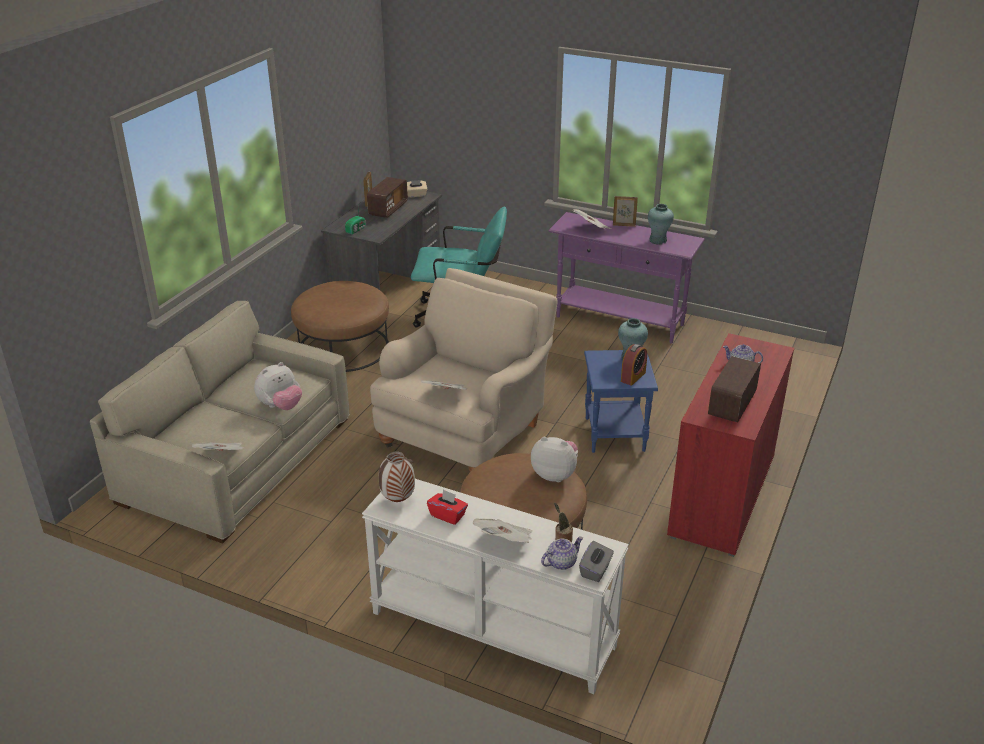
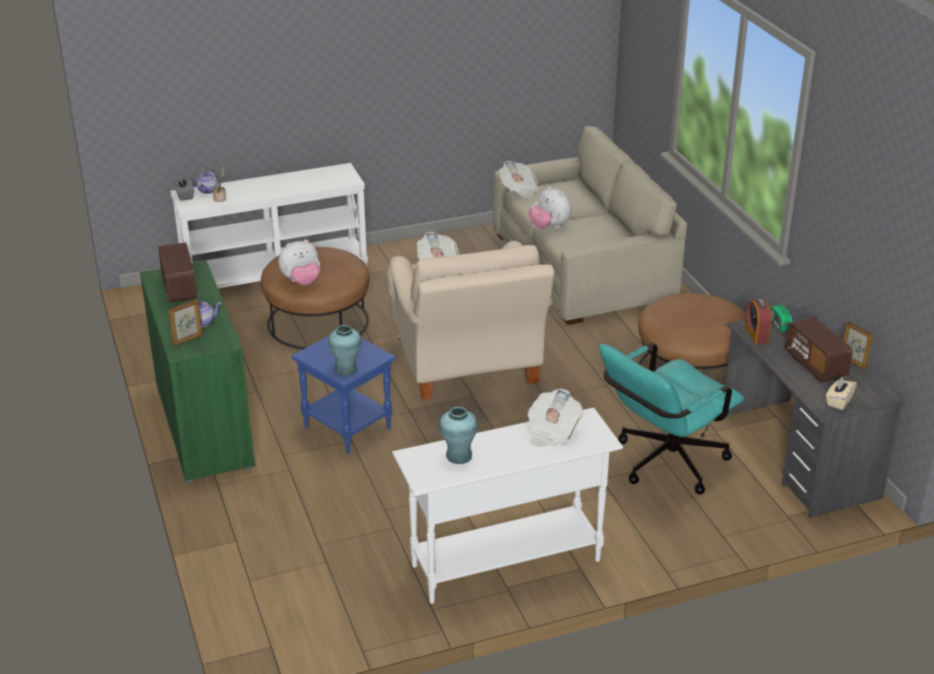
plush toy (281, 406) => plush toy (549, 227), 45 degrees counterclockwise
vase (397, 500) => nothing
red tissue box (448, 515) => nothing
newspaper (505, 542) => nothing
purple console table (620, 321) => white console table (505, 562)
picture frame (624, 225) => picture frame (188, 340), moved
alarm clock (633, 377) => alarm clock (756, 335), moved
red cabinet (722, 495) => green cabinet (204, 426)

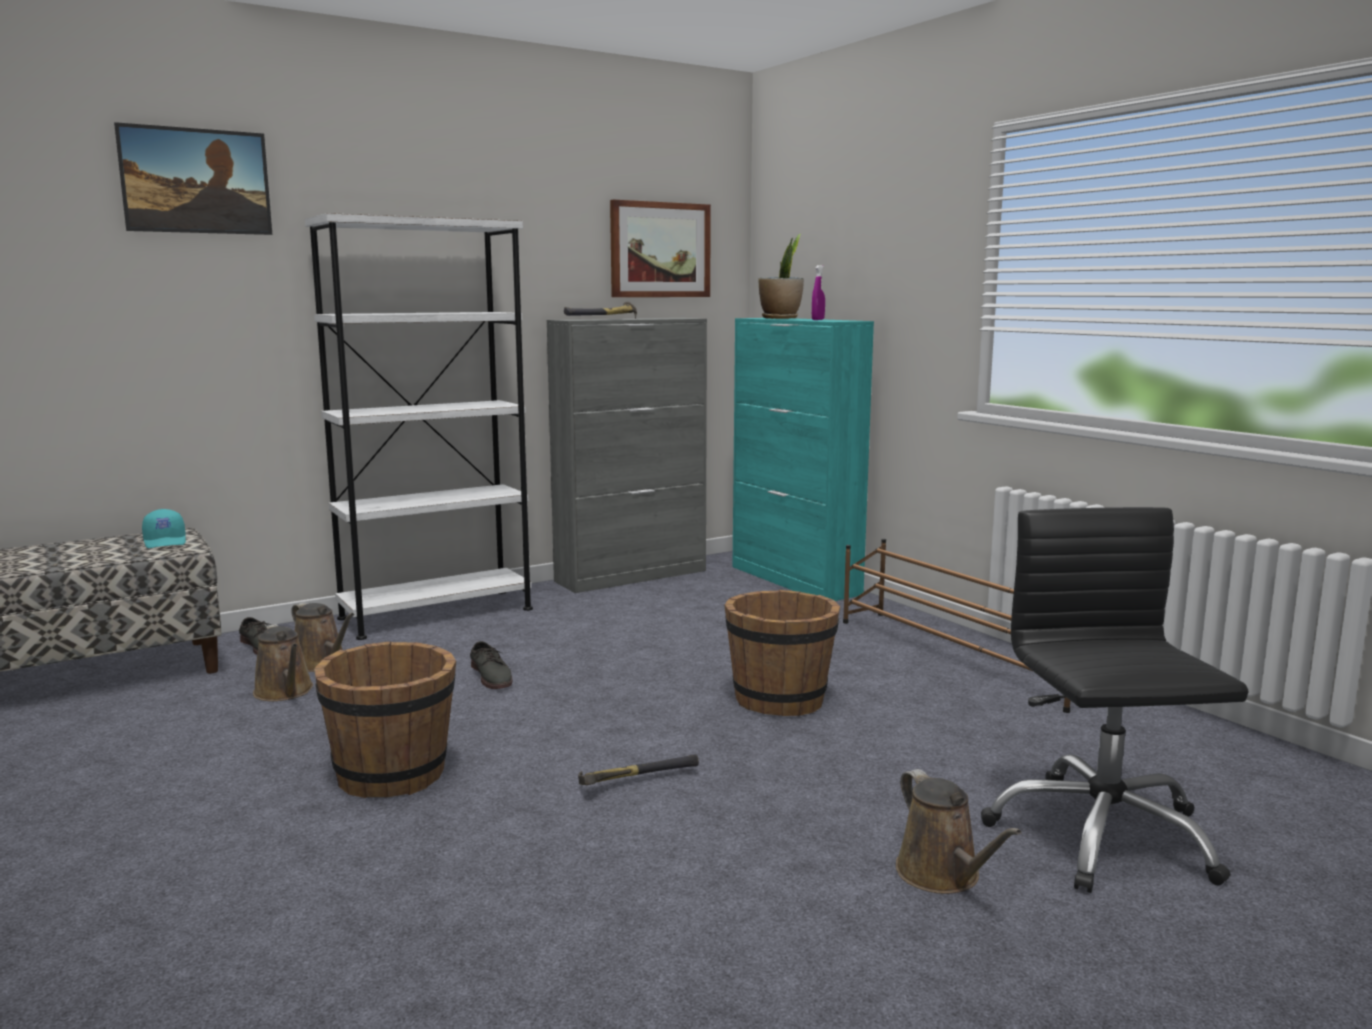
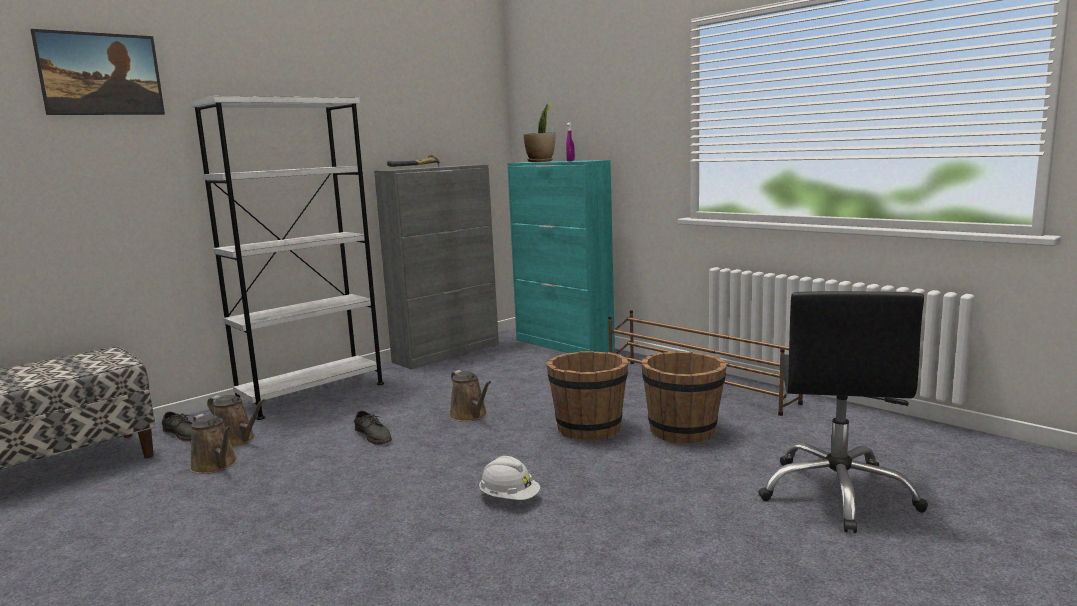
turquoise cap (166, 542) => nothing
brown bucket (393, 775) => brown bucket (683, 431), moved
hammer (632, 781) => white hard hat (509, 498)
picture (660, 250) => nothing
brown watering can (942, 875) => brown watering can (470, 415), moved
black office chair (1101, 835) => black office chair (838, 493), 150 degrees counterclockwise

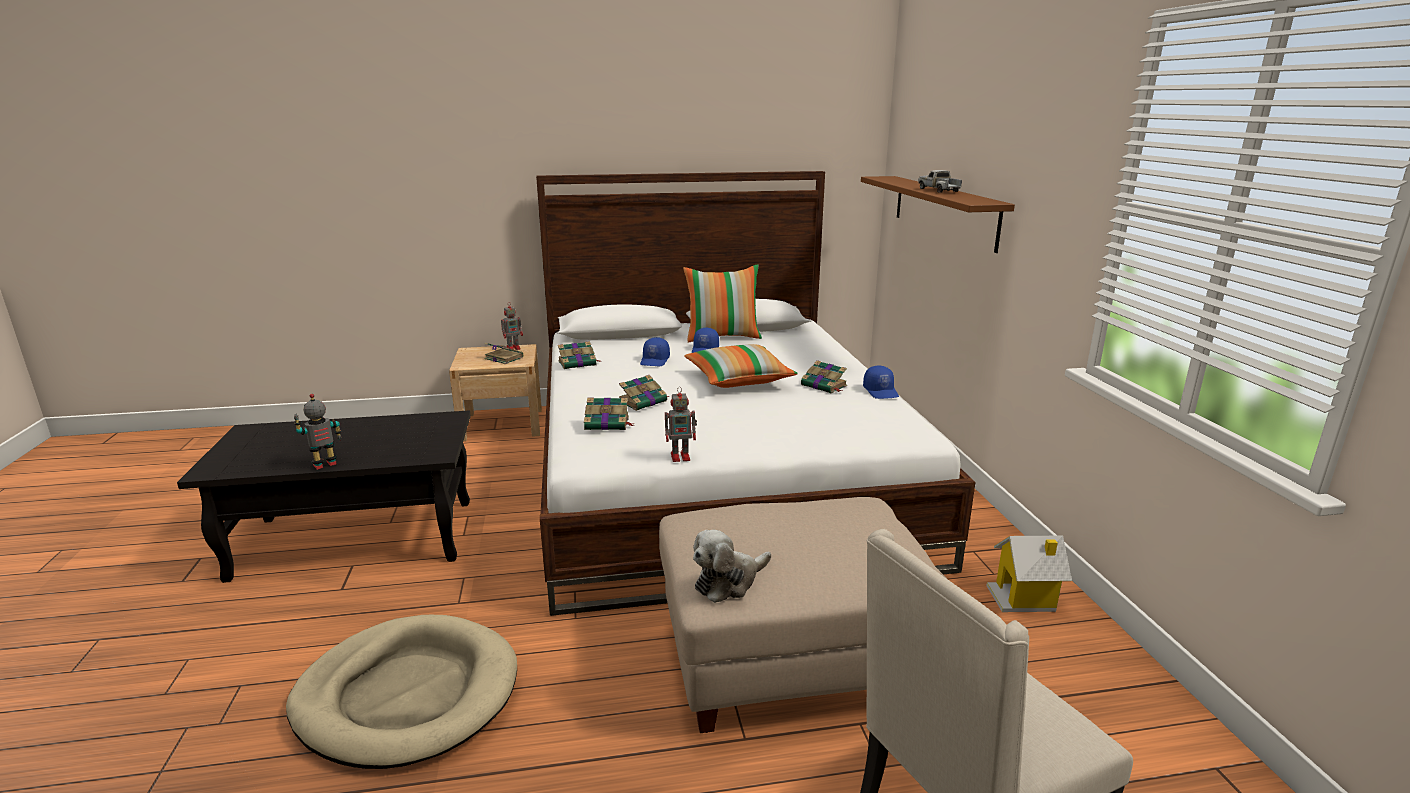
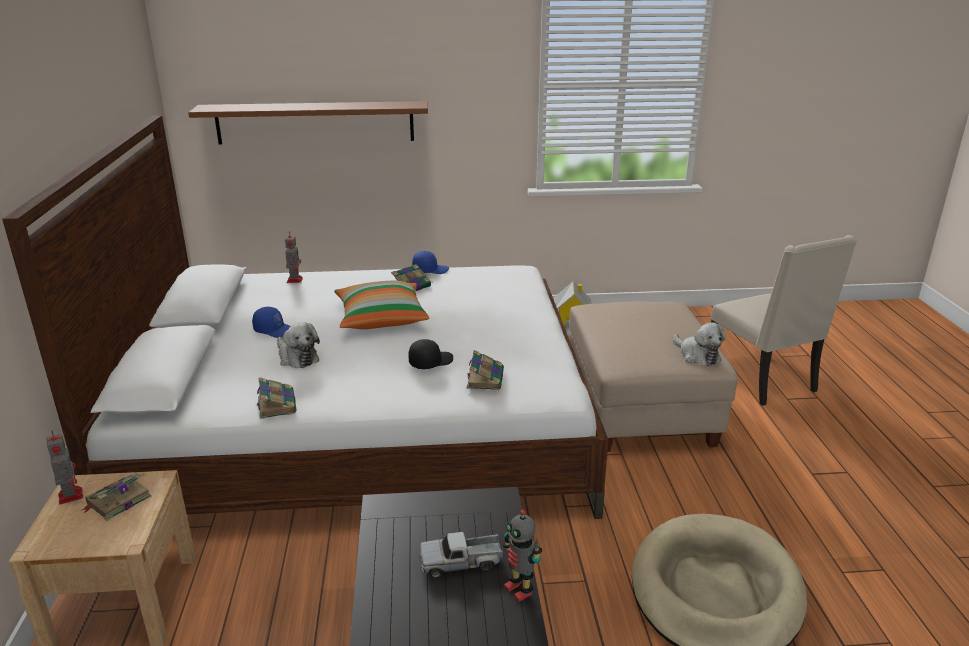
book (643, 401) => black cap (430, 362)
blue cap (655, 361) => plush toy (297, 357)
toy robot (681, 456) => toy robot (295, 279), moved
pillow (723, 337) => nothing
toy truck (939, 190) => toy truck (461, 562), moved

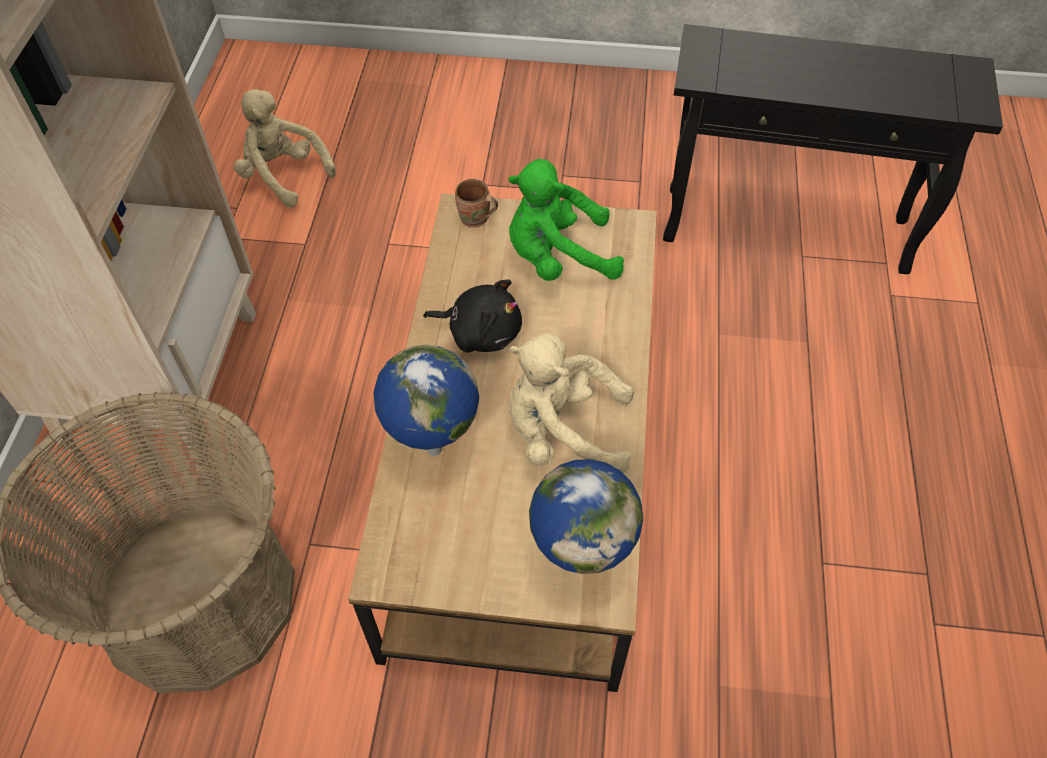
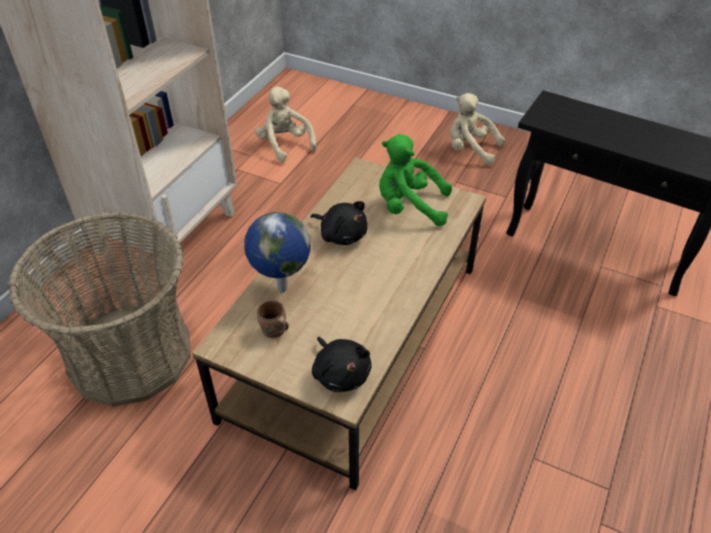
brown mug (475, 220) => brown mug (274, 332), moved
beige plush toy (562, 432) => beige plush toy (470, 149), moved
globe (580, 559) => black plush toy (340, 373)

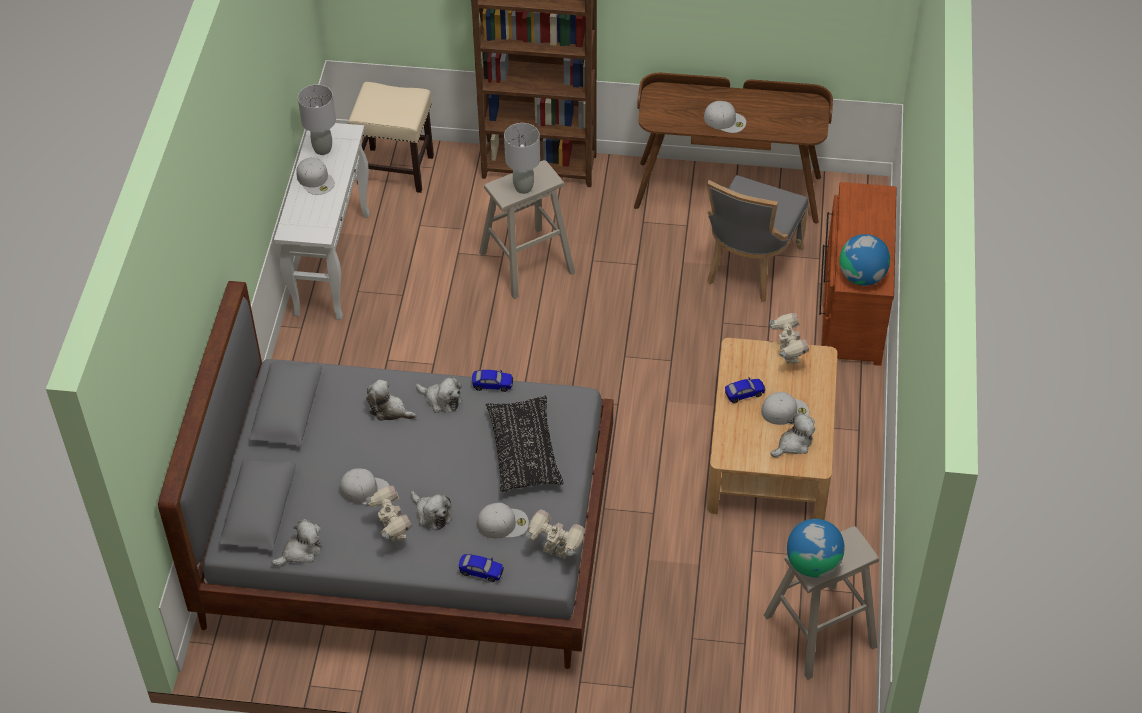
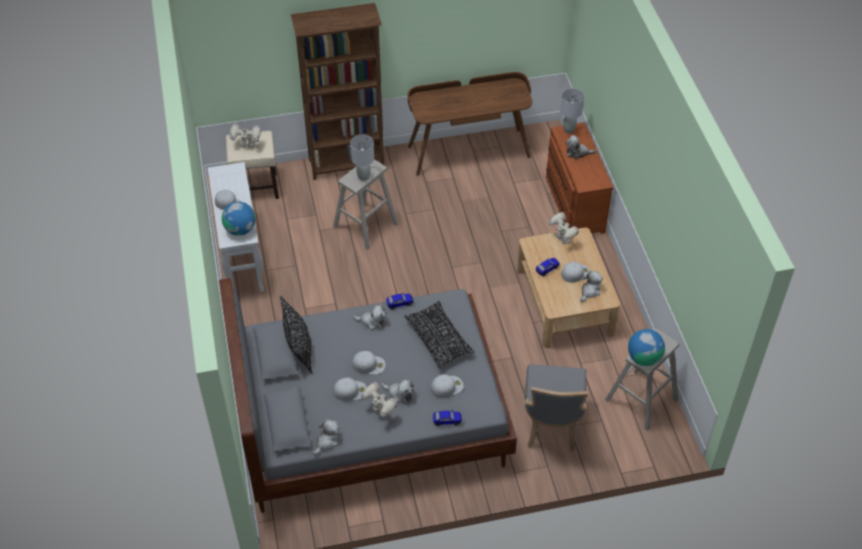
grey table lamp (322, 149) => grey table lamp (569, 130), moved
plush toy (389, 410) => plush toy (578, 153), moved
toy robot (556, 552) => toy robot (247, 147), moved
white cap (725, 120) => white cap (369, 364), moved
grey chair (749, 267) => grey chair (551, 425), moved
globe (862, 276) => globe (240, 229), moved
nothing => black pillow (298, 346)

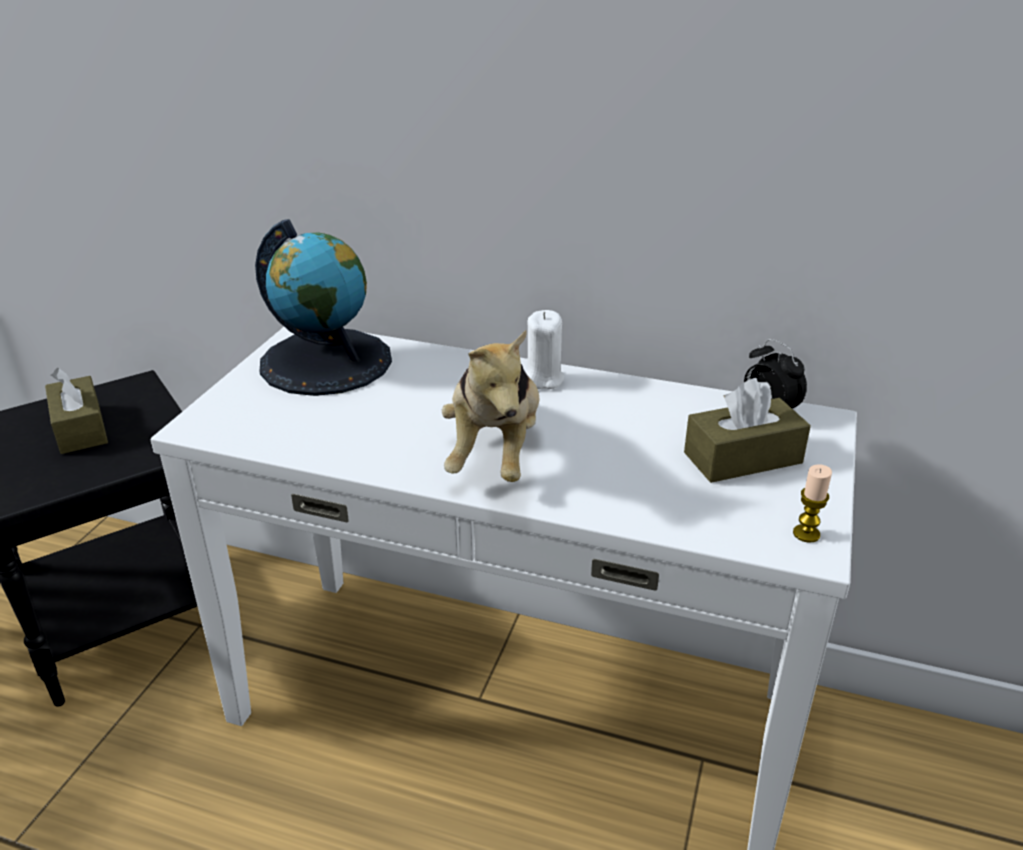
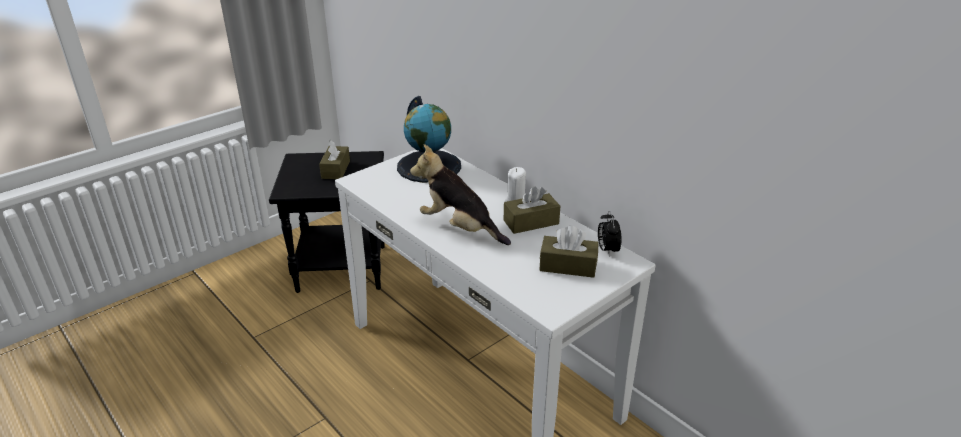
plush toy (495, 453) => plush toy (459, 228), 90 degrees clockwise
candle (806, 534) => nothing
nothing => brown tissue box (531, 222)

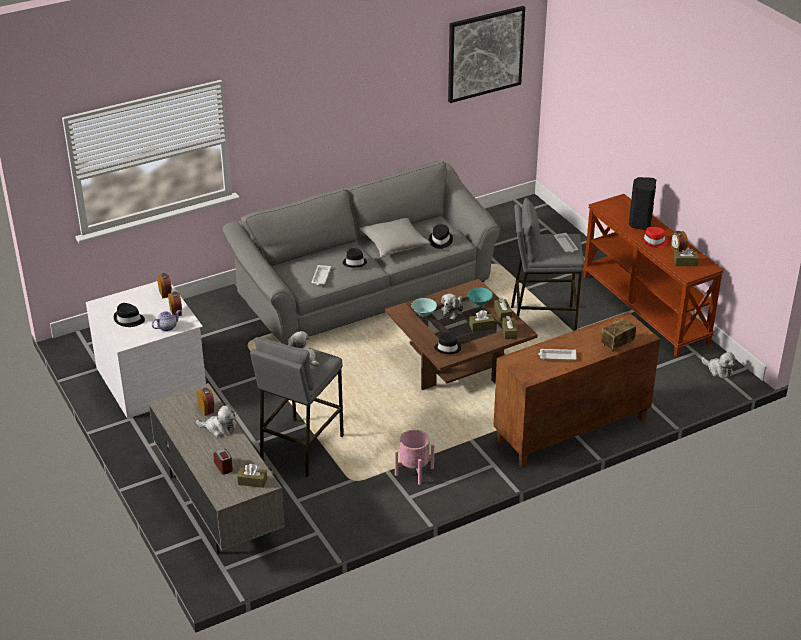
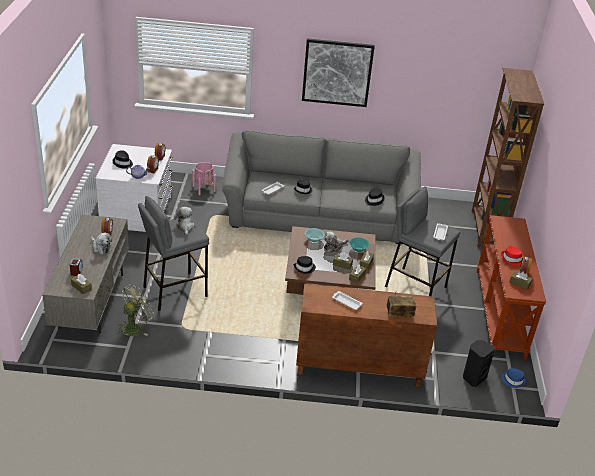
grey pillow (394, 244) => nothing
pink planter (414, 471) => pink planter (203, 188), moved
picture (485, 53) => picture (337, 72), moved
black speaker (639, 223) => black speaker (473, 378), moved
plush toy (718, 370) => blue hat (513, 380)
nothing => green fan (135, 327)
nothing => brown bookcase (486, 230)

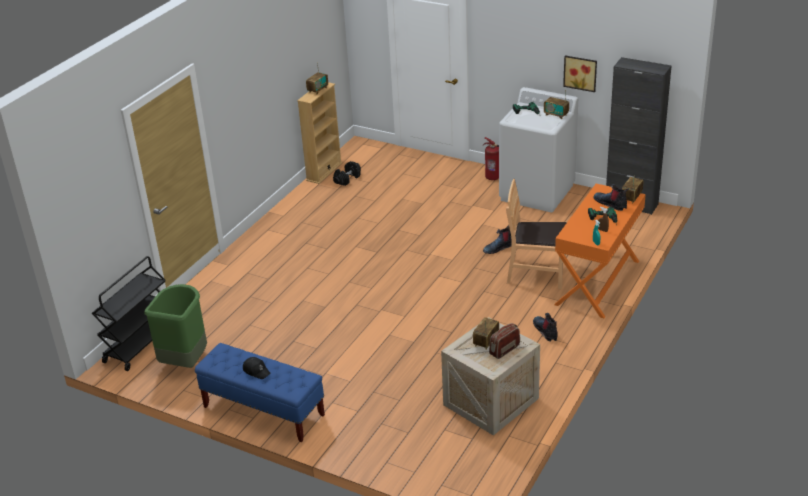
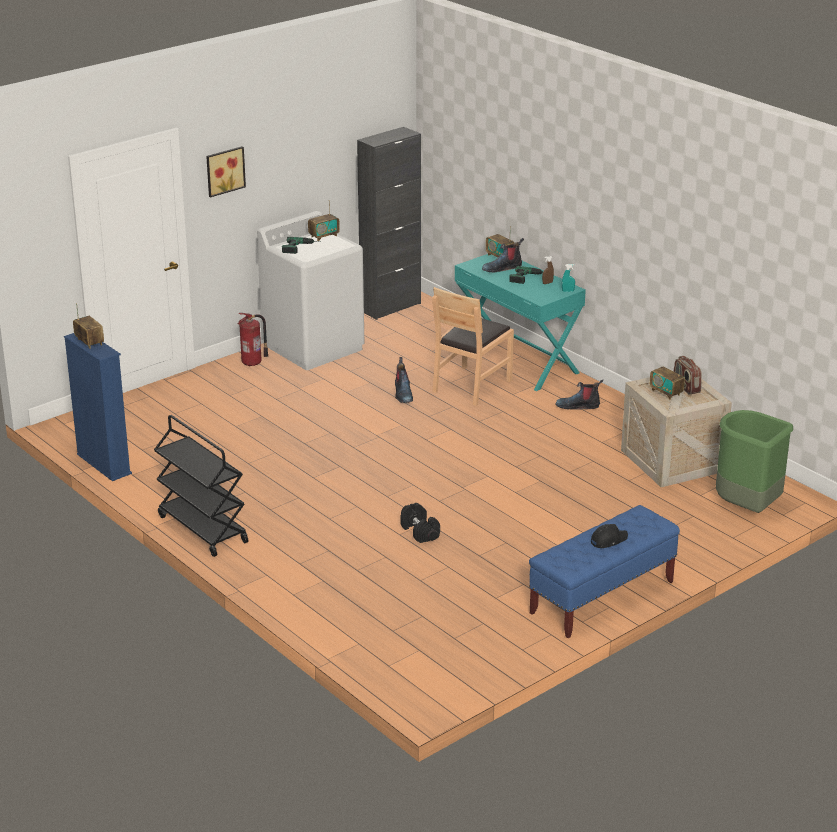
black cart (140, 344) => black cart (202, 529), moved
green trash can (185, 361) => green trash can (746, 507), moved
beige bookcase (324, 171) => blue bookcase (104, 464)
black dumbbell (347, 179) => black dumbbell (419, 532), moved
orange desk (598, 283) => turquoise desk (517, 360)
picture (580, 72) => picture (224, 170), moved

